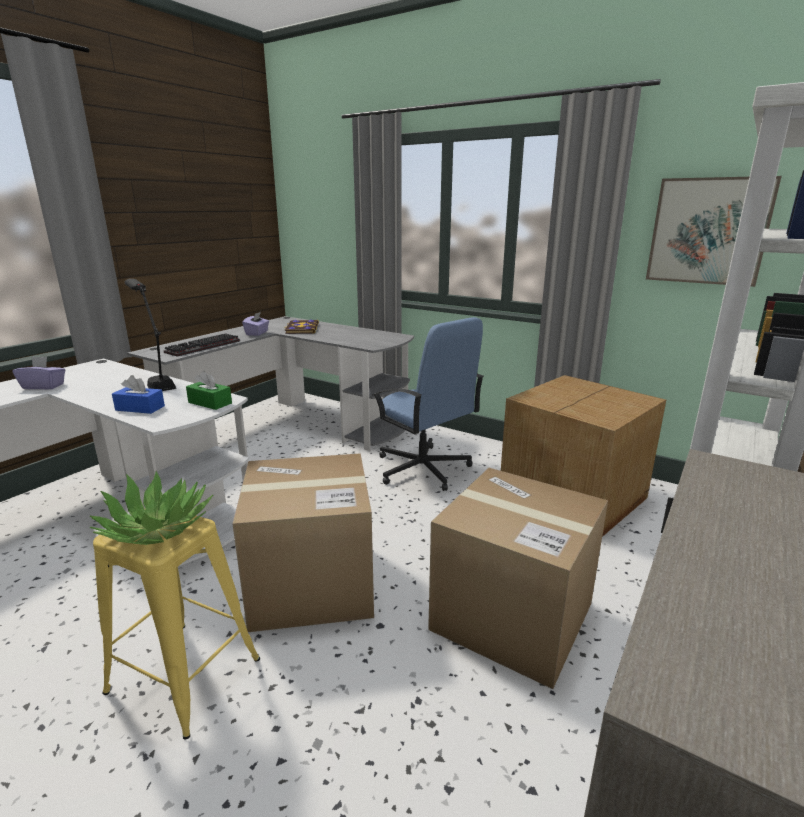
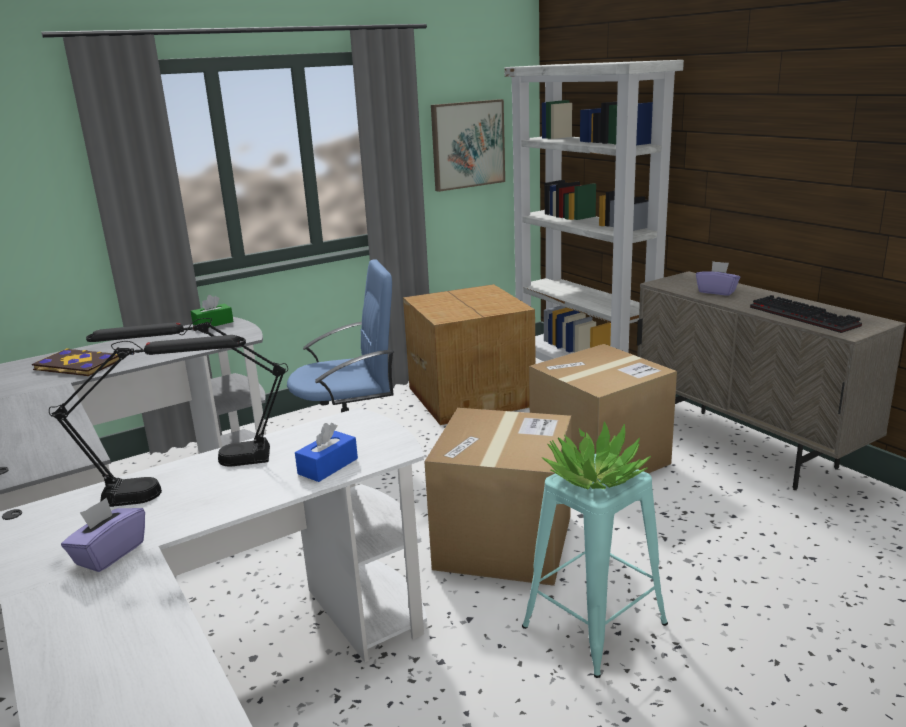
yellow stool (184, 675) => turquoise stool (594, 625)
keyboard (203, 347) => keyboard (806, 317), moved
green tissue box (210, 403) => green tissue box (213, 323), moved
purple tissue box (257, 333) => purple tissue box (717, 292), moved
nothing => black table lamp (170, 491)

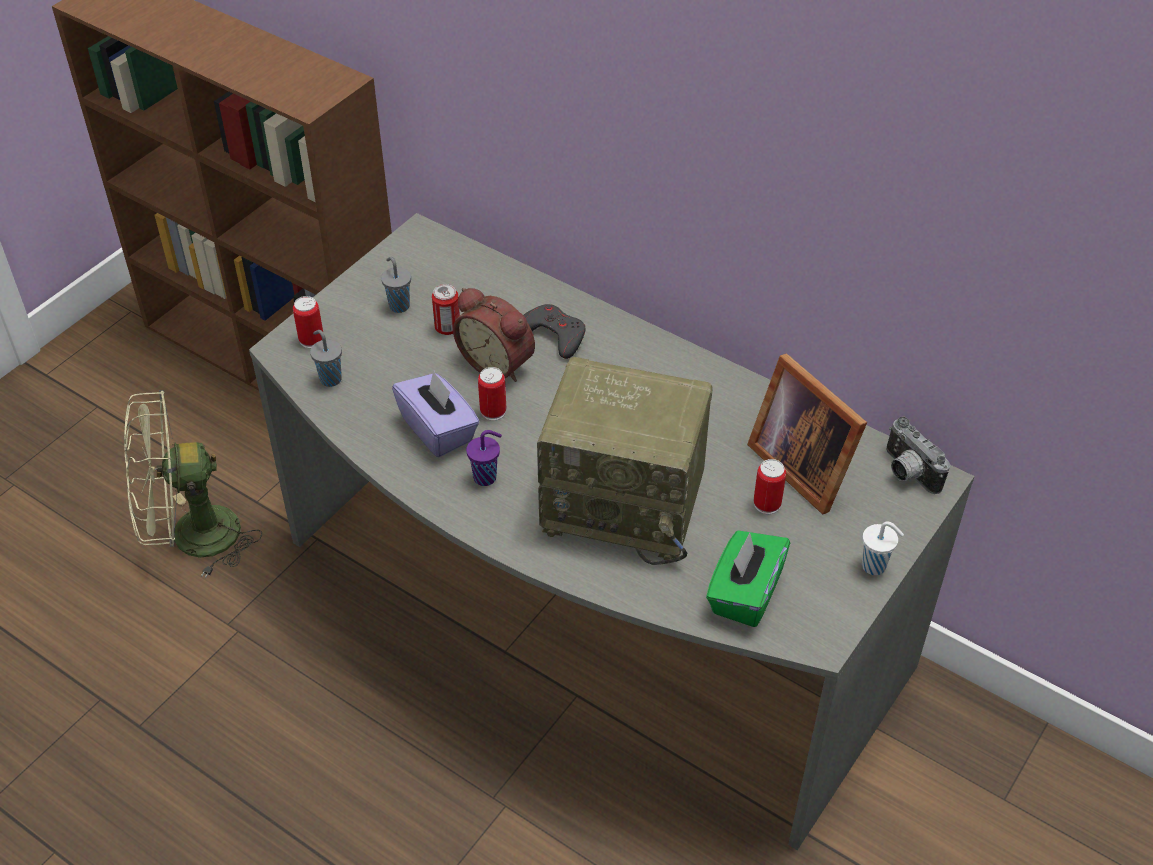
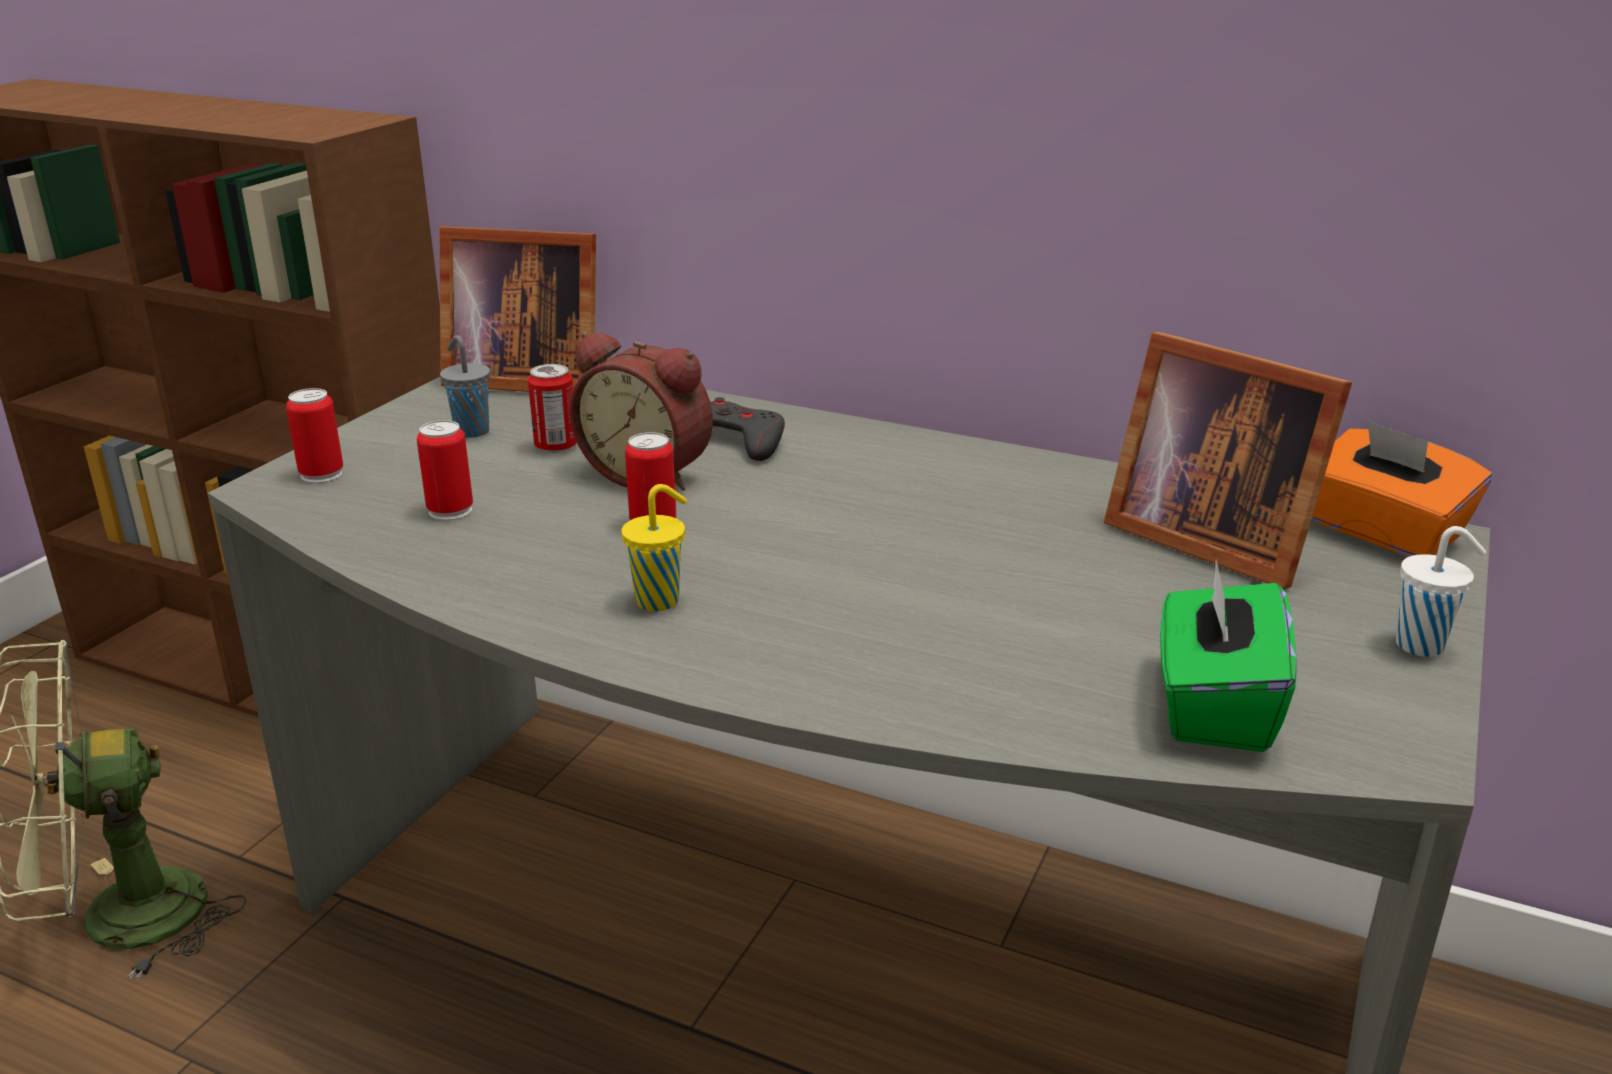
grey cup (330, 378) => nothing
purple tissue box (438, 430) => nothing
purple cup (486, 477) => yellow cup (660, 600)
radio (626, 504) => nothing
can (767, 504) => can (450, 510), moved
photo camera (906, 473) => orange tissue box (1382, 533)
nothing => picture frame (522, 379)

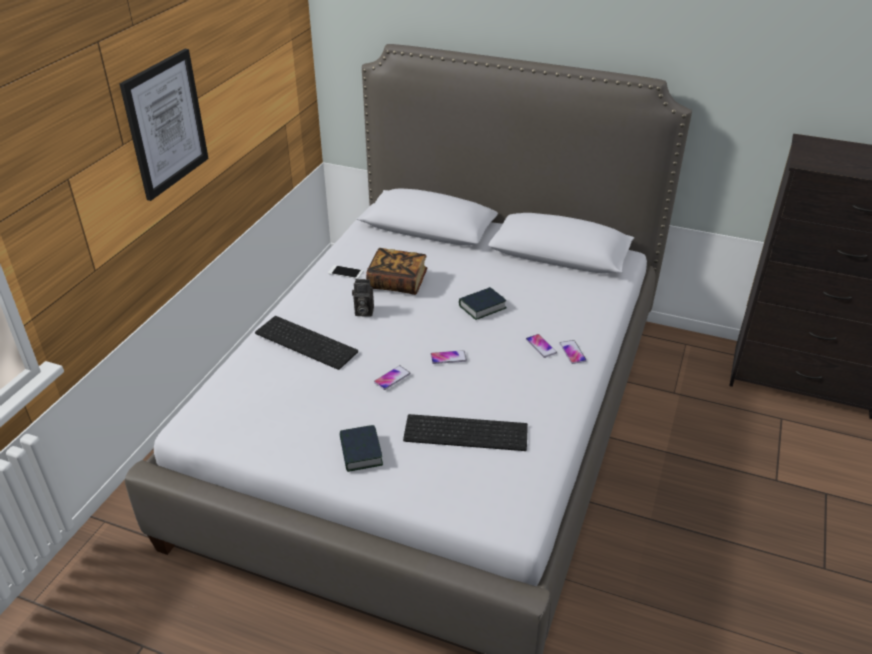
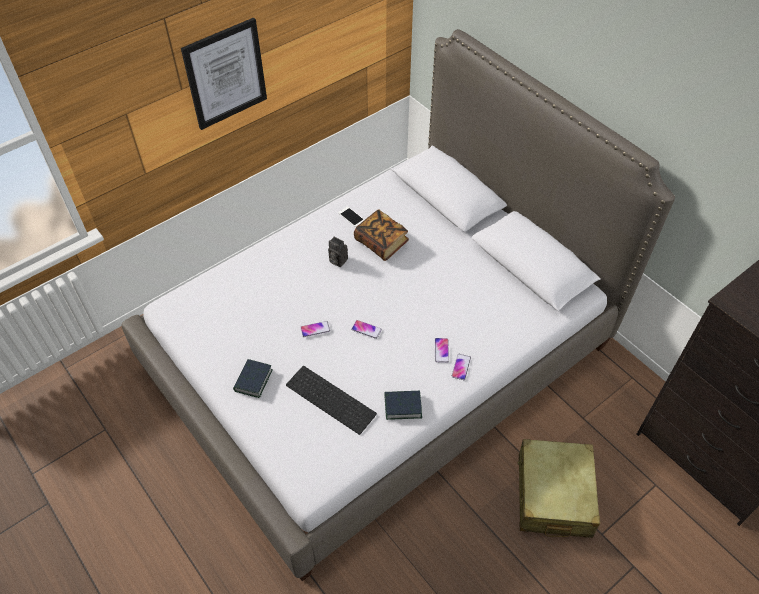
keyboard (308, 342) => nothing
book (482, 307) => book (402, 406), moved
nothing => beige suitcase (553, 495)

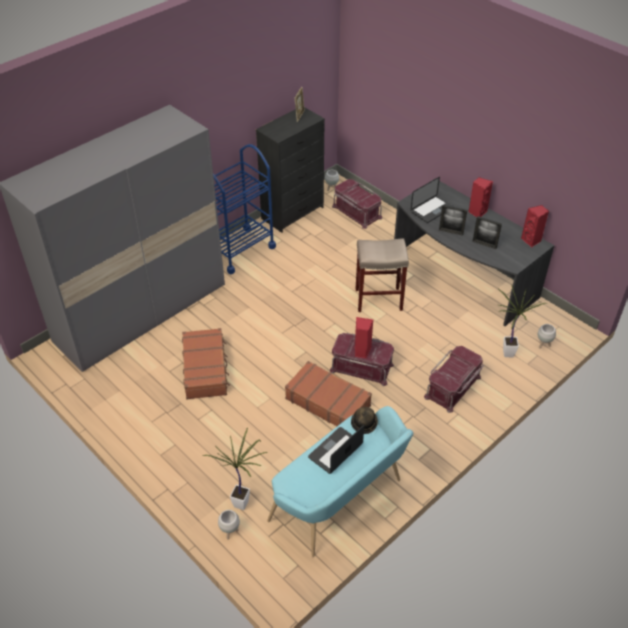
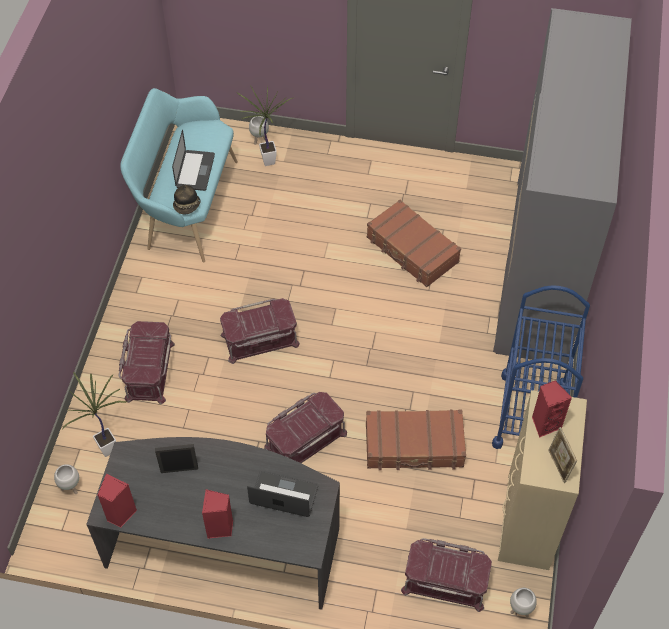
black dresser (293, 212) => beige dresser (527, 523)
brown suitcase (328, 402) => brown suitcase (414, 446), moved
red speaker (361, 351) => red speaker (545, 423), moved
beige stool (378, 300) => red storage box (305, 439)
laptop (432, 210) => laptop (284, 495), 90 degrees clockwise
picture frame (451, 232) => nothing

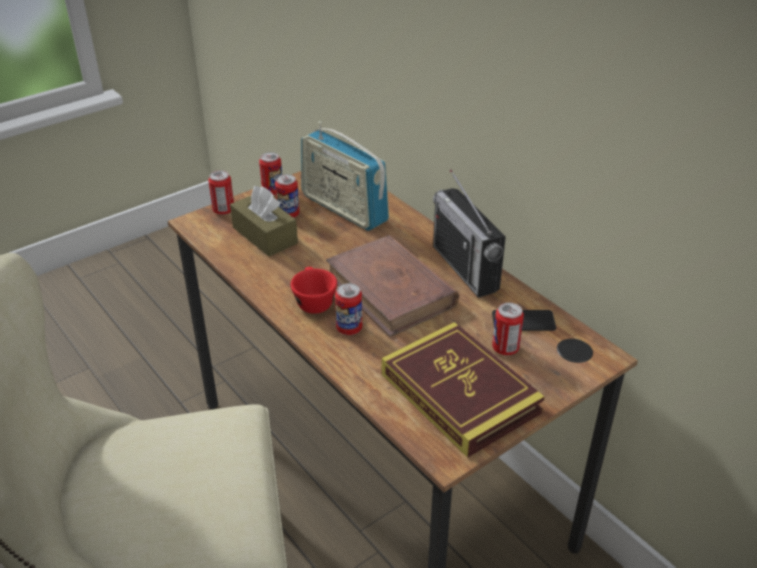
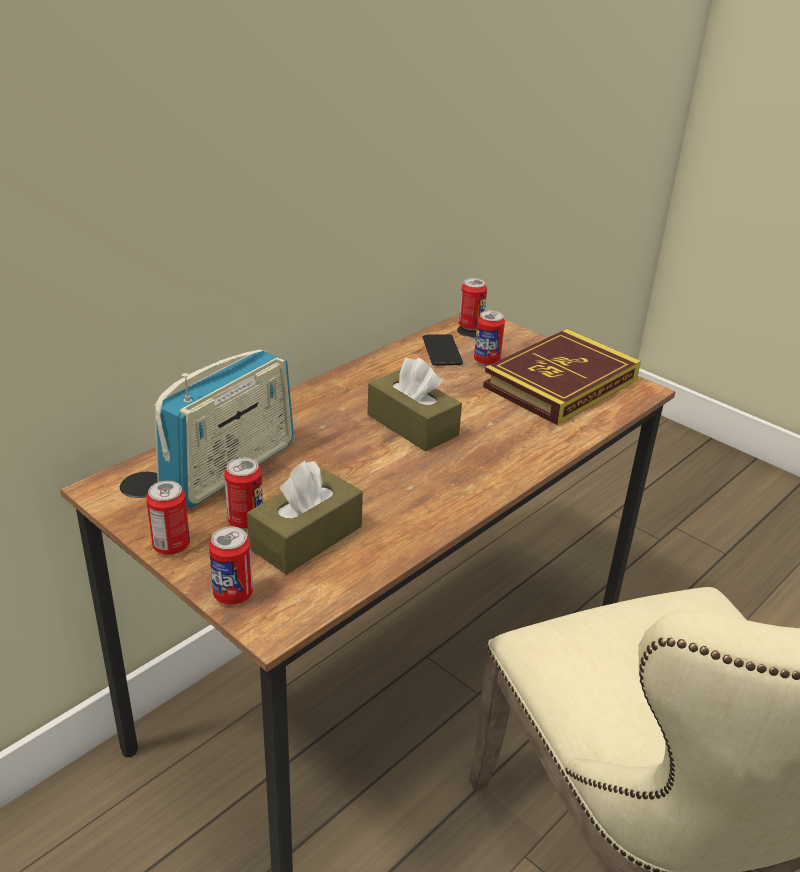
red cup (313, 301) => nothing
brown book (391, 290) => brown tissue box (412, 425)
can (349, 328) => can (470, 326), moved
radio (465, 268) => nothing

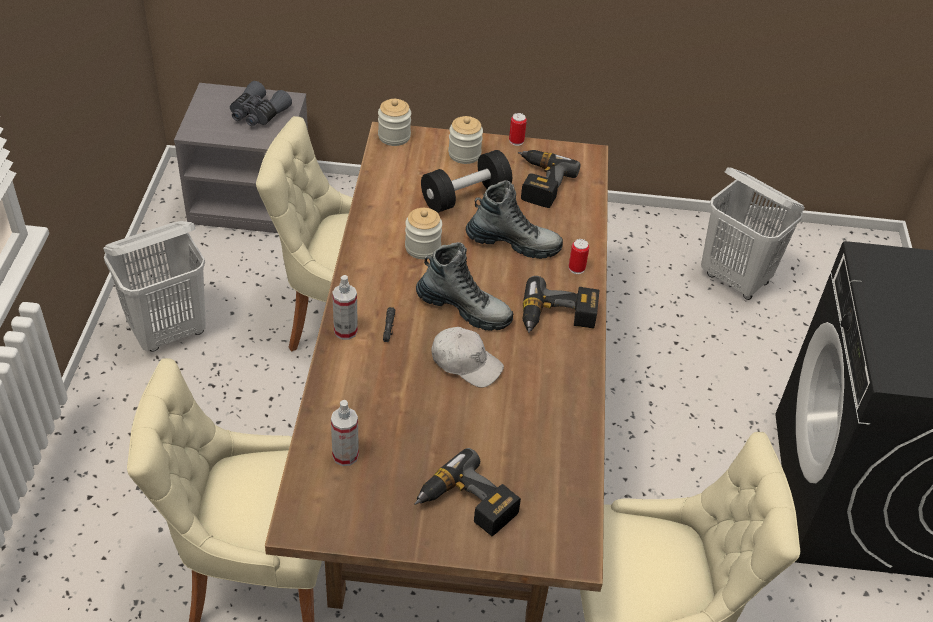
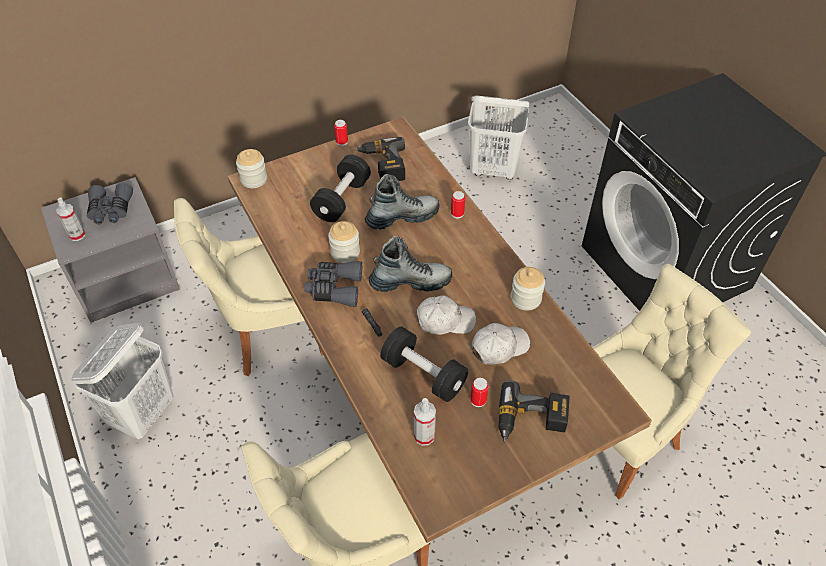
spray bottle (345, 331) => spray bottle (77, 235), moved
jar (464, 154) => jar (525, 299), moved
power drill (557, 319) => nothing
nothing => grey binoculars (334, 288)
nothing => black dumbbell (423, 374)
nothing => can (478, 400)
nothing => white cap (499, 347)

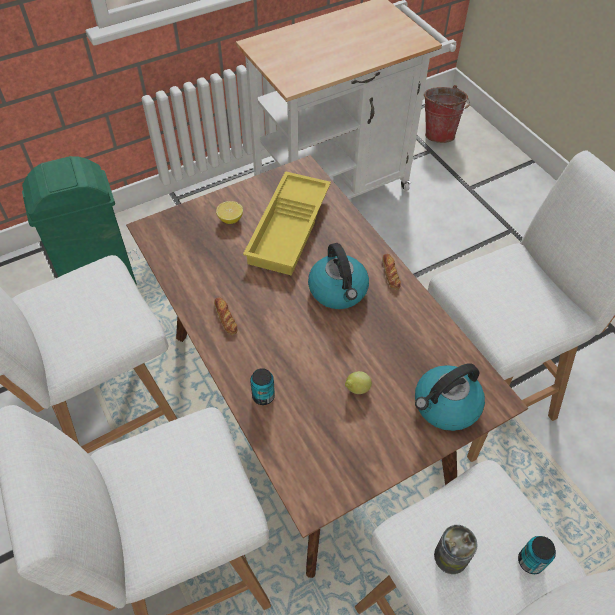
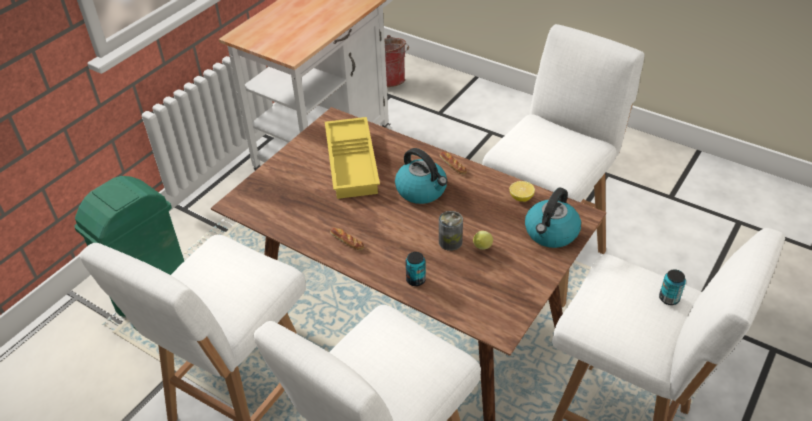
lemon (230, 219) => lemon (521, 198), moved
can (451, 556) => can (450, 242), moved

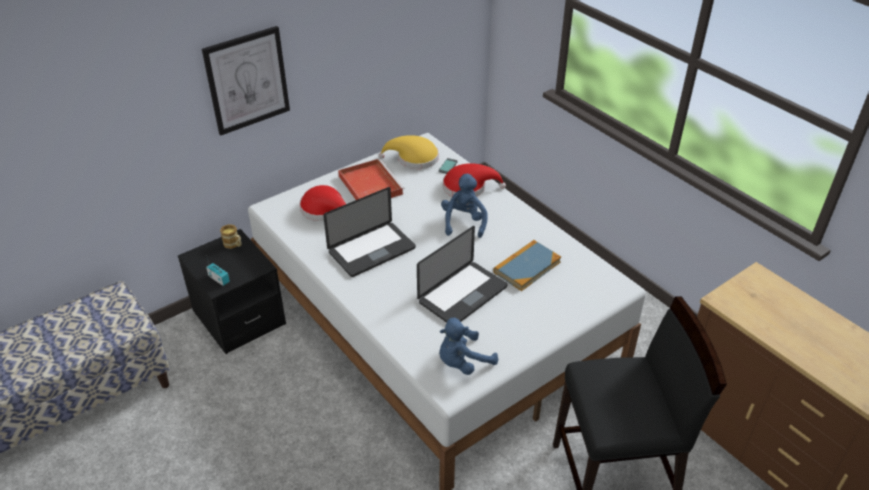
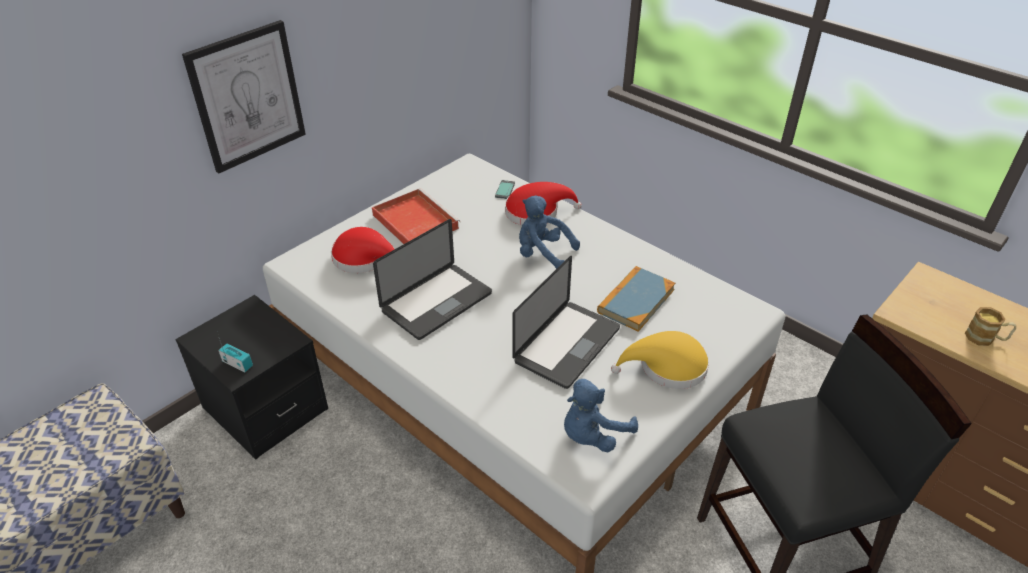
mug (234, 244) => mug (985, 338), moved
yellow hat (414, 159) => yellow hat (667, 367), moved
blue plush toy (464, 222) => blue plush toy (543, 254), 60 degrees counterclockwise

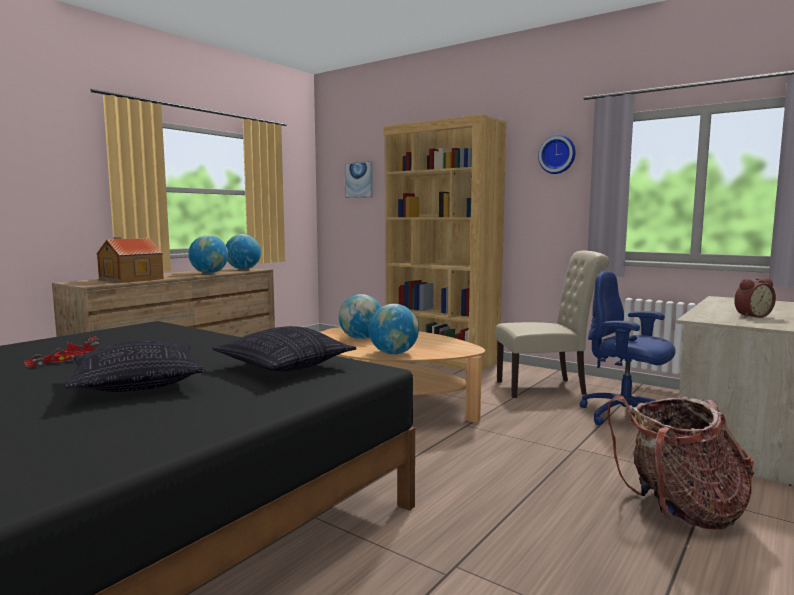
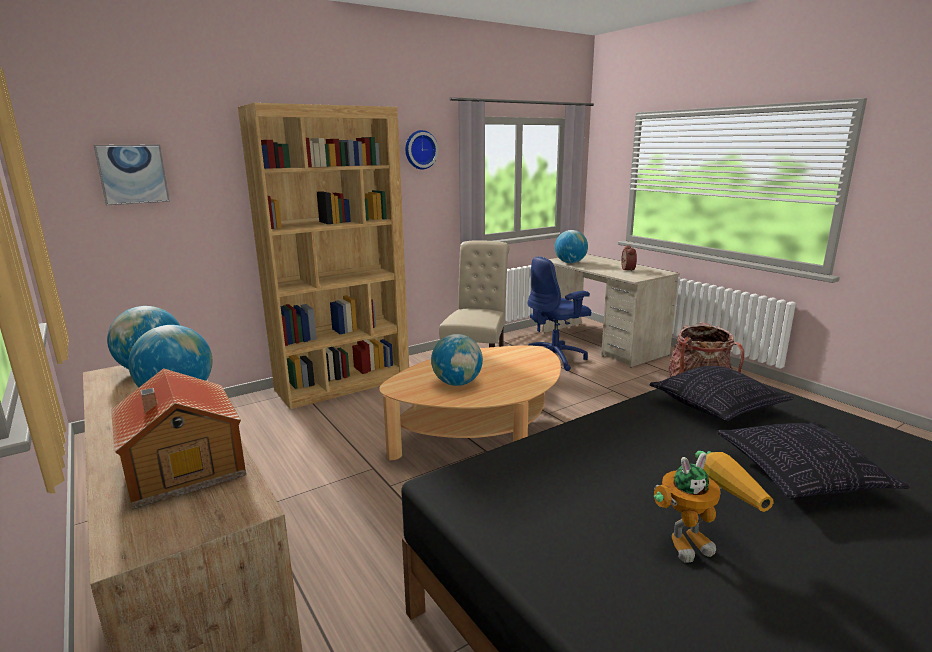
toy car (63, 361) => toy robot (699, 540)
globe (393, 353) => globe (570, 263), moved

